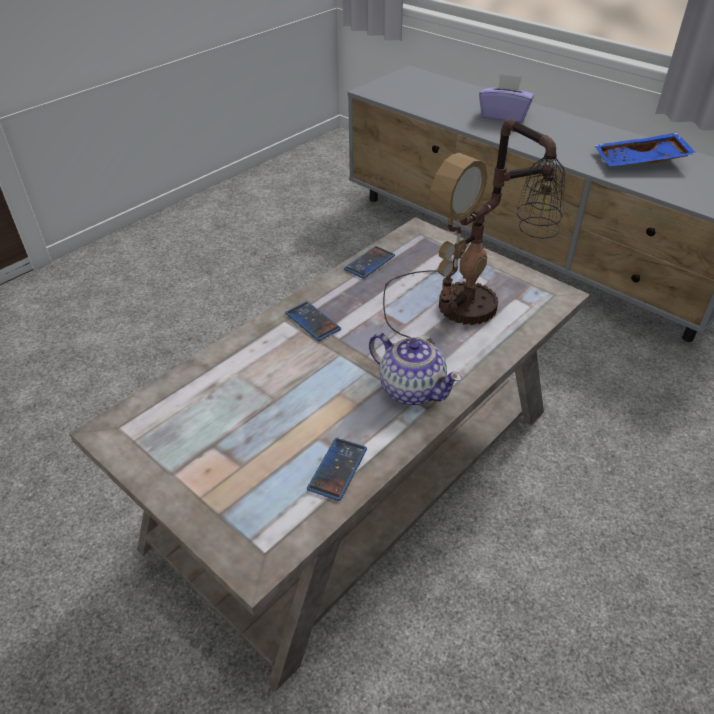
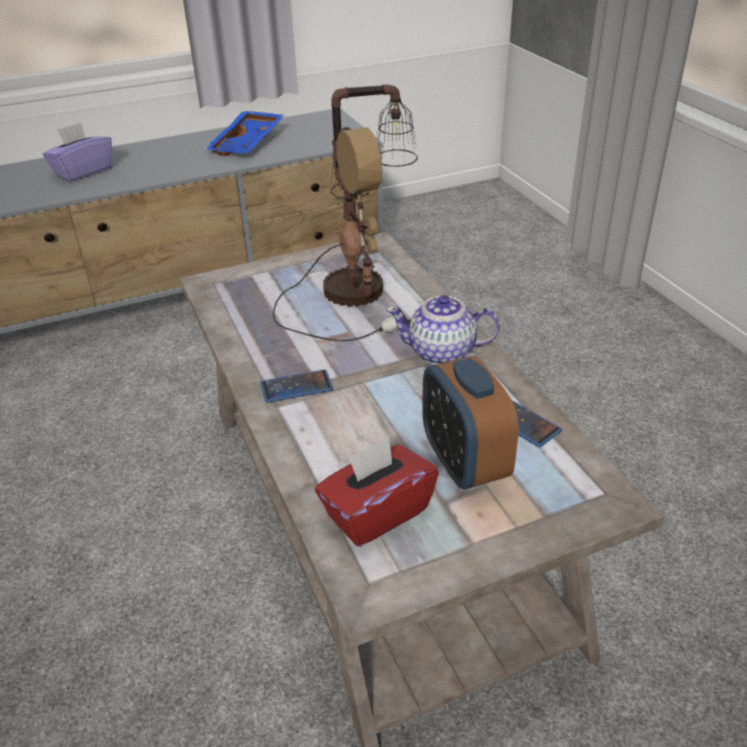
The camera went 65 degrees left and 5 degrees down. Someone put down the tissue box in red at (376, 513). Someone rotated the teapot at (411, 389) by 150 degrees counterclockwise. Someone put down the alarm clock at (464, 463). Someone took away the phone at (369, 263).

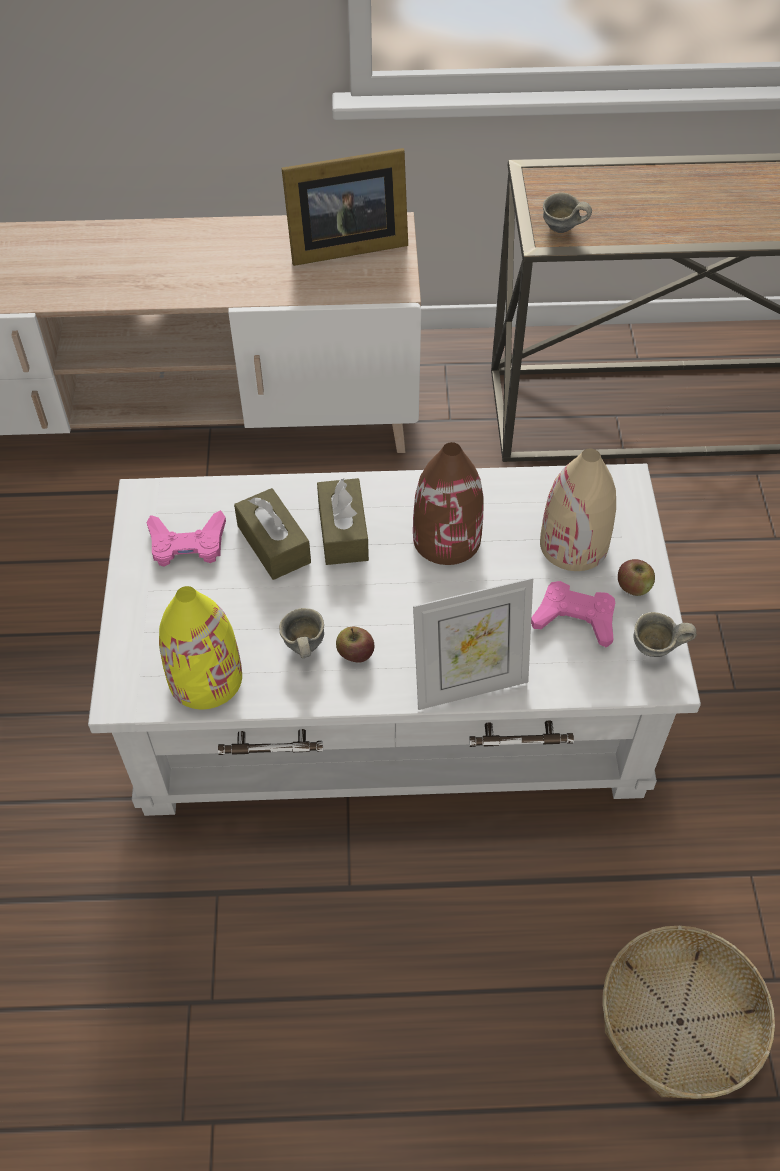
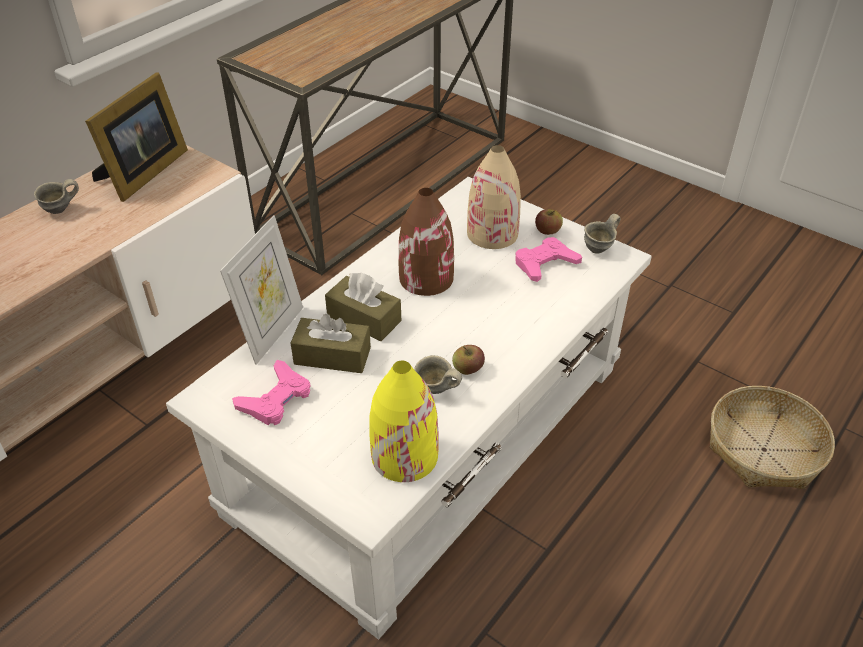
The camera went 50 degrees left and 10 degrees down. Someone carried the mug in grey from (561, 231) to (61, 211). Someone carried the picture frame from (469, 686) to (272, 332).

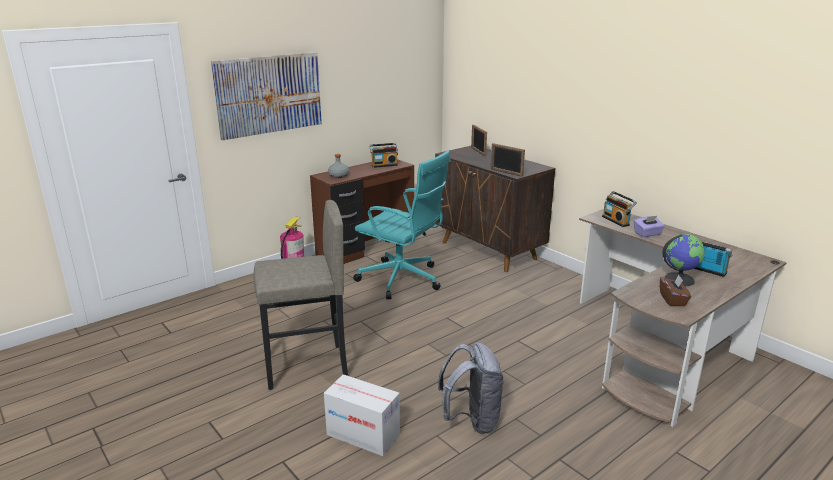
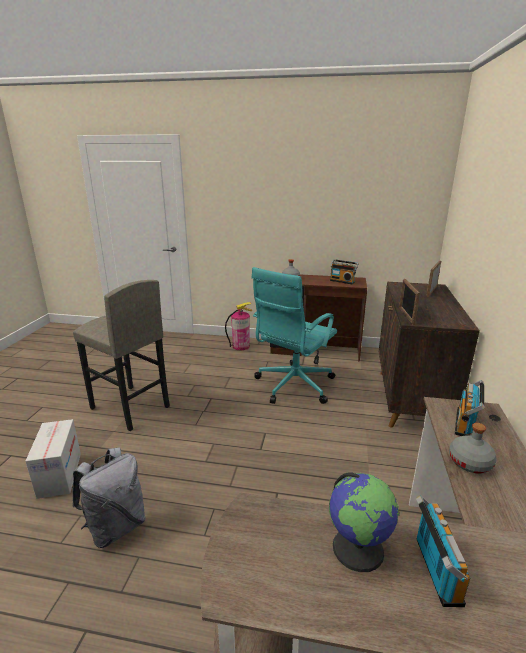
The camera went 50 degrees right and 0 degrees up. Someone rotated the office chair in turquoise at (402, 280) by 45 degrees clockwise. Someone swapped the tissue box in purple at (647, 234) for the bottle in grey at (470, 462). Someone took away the picture at (269, 94). Someone took away the tissue box in brown at (673, 300).

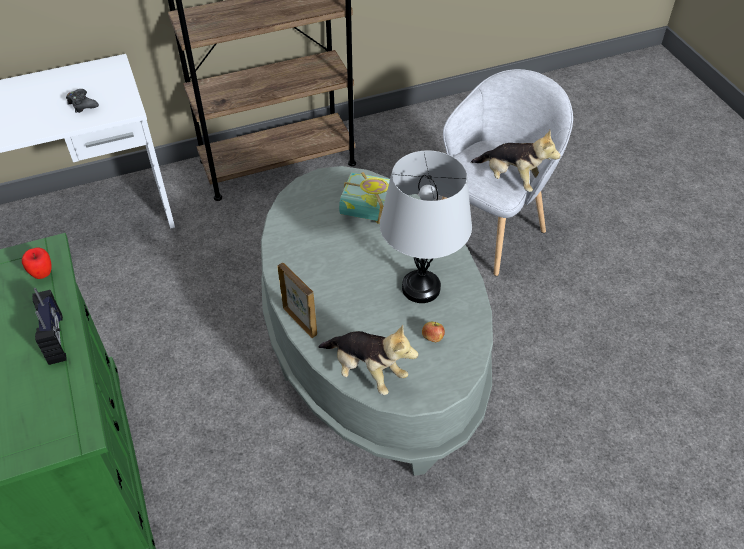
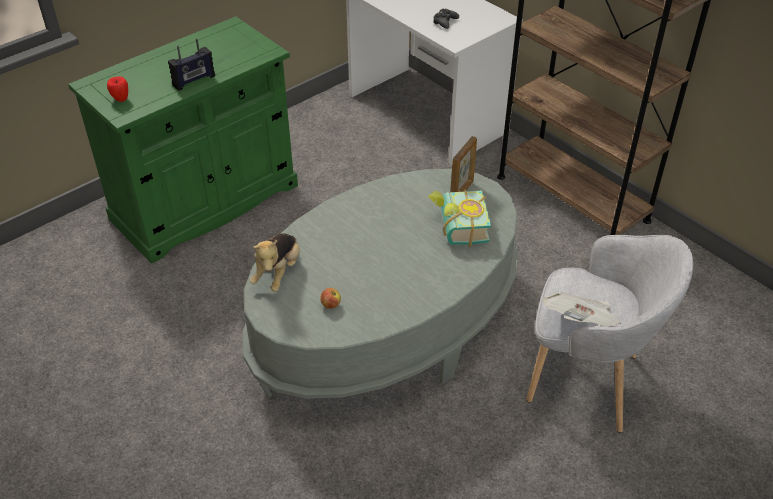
The camera went 70 degrees right and 5 degrees down. Someone carried the apple from (43, 275) to (121, 99). Someone carried the picture frame from (300, 321) to (462, 191). Someone swapped the plush toy at (511, 179) for the newspaper at (580, 323). Someone took away the table lamp in grey at (421, 288).

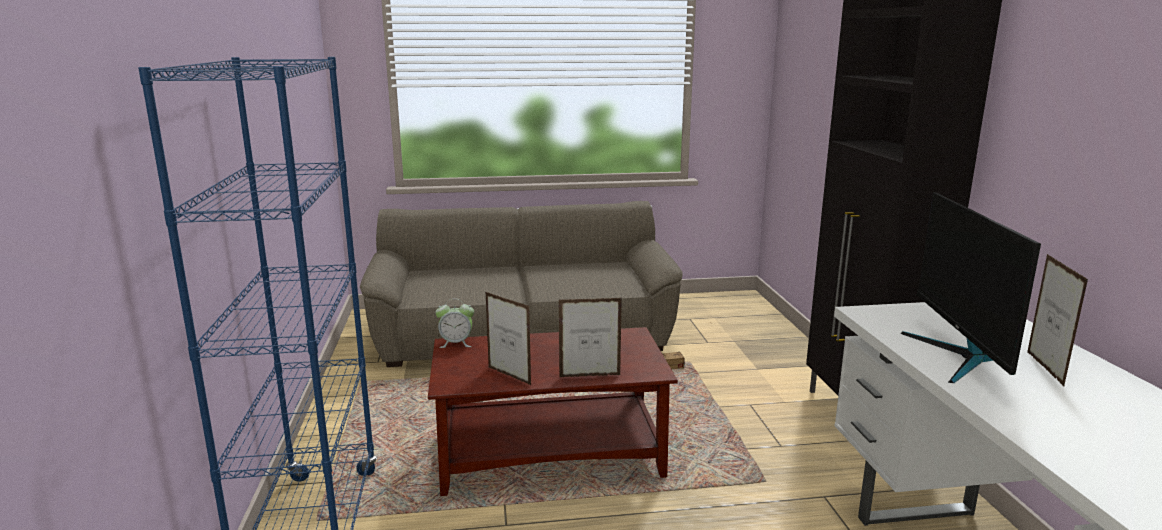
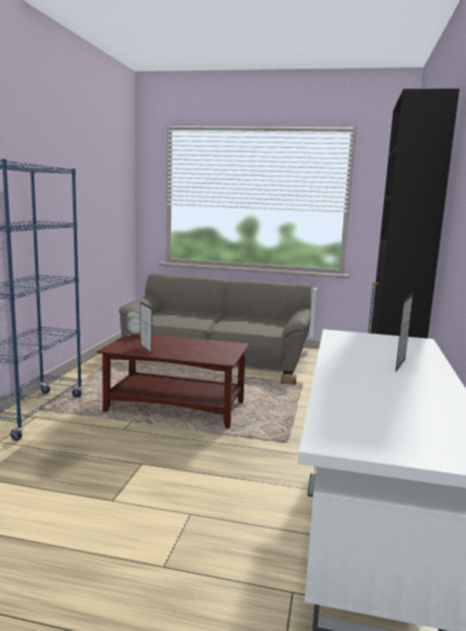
The camera went 20 degrees right and 5 degrees down. Someone took away the picture frame at (590, 376). Someone took away the monitor at (960, 357).

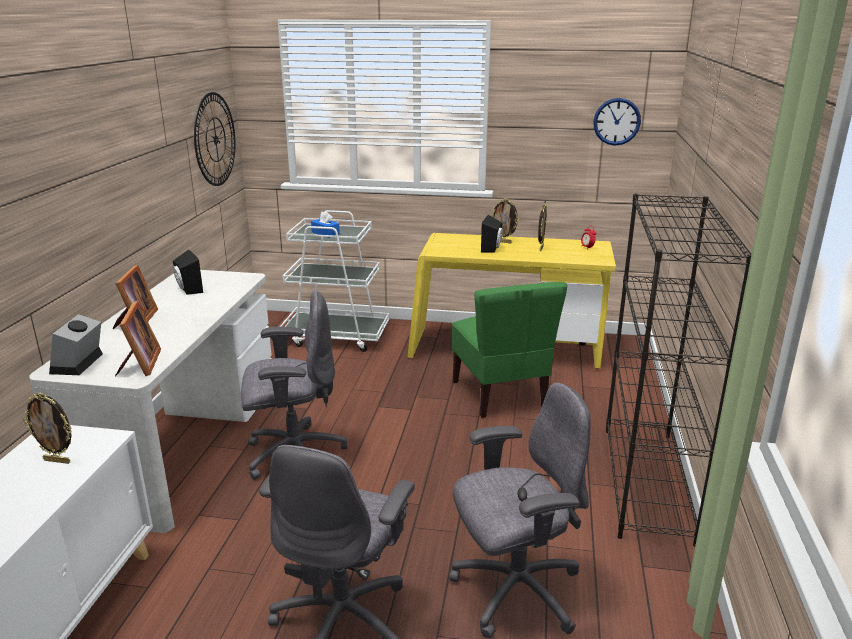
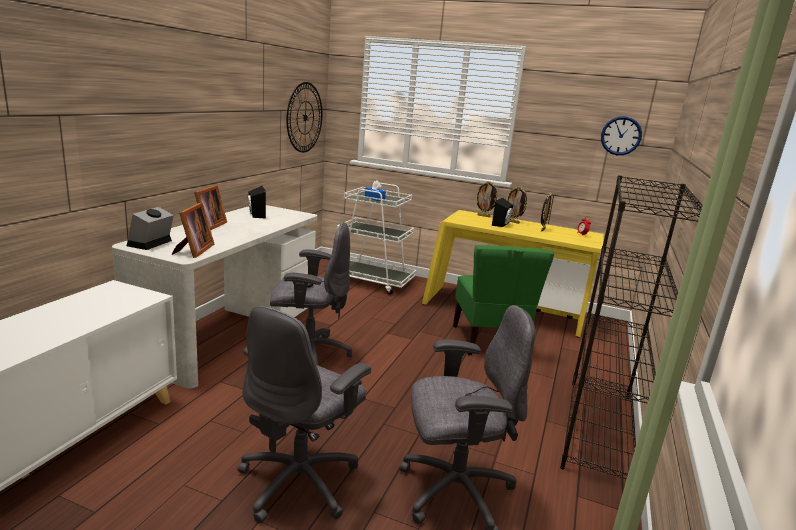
The camera went 10 degrees right and 5 degrees down. Someone carried the picture frame from (58, 460) to (484, 216).

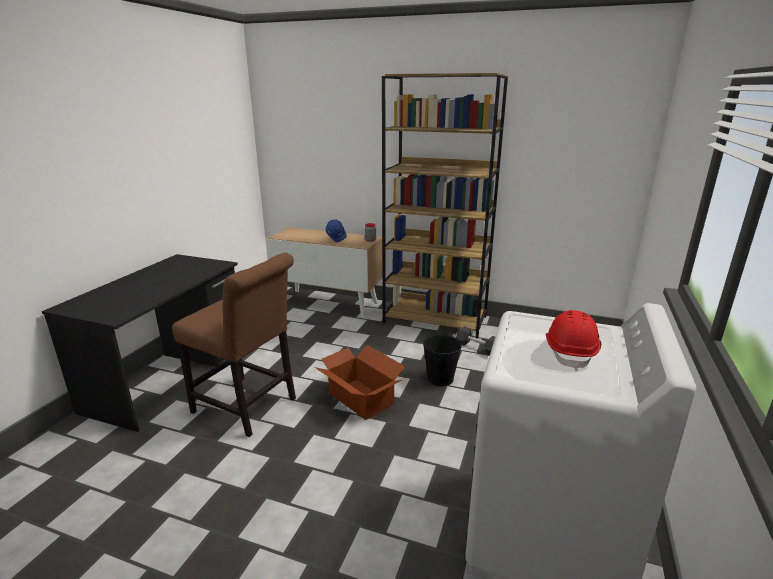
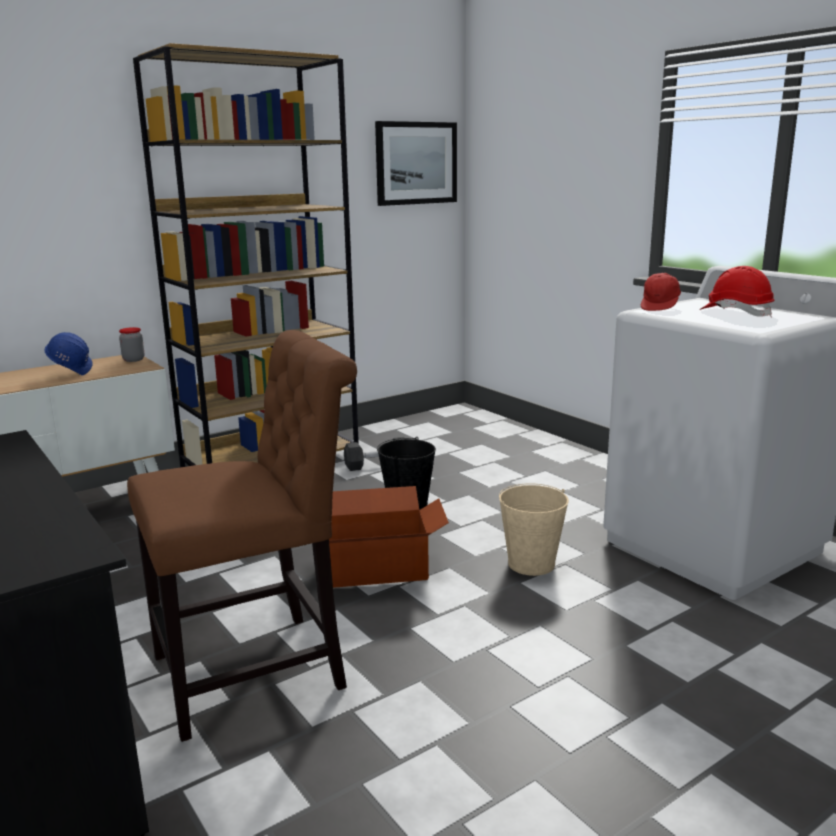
The camera went 55 degrees left and 5 degrees down. Someone put up the picture at (416, 163). Someone put down the bucket in beige at (531, 564). Someone put down the cap in red at (660, 307).

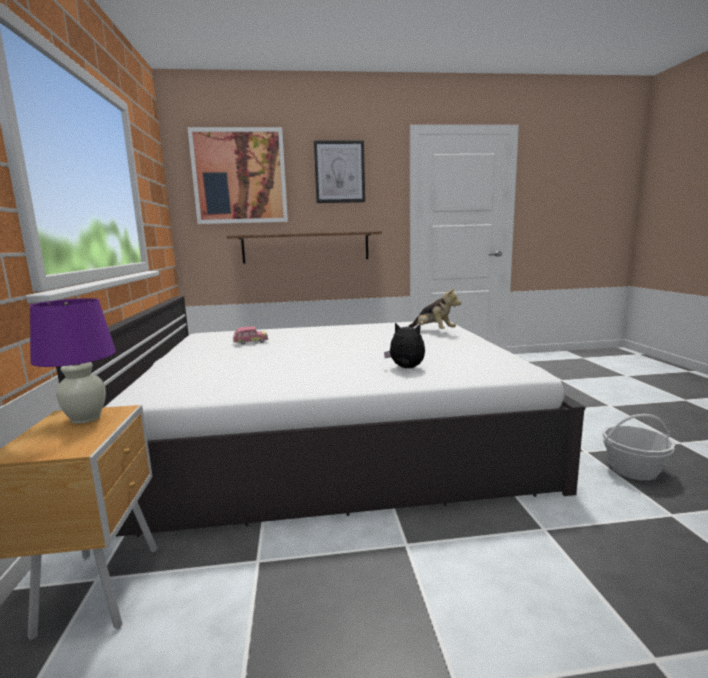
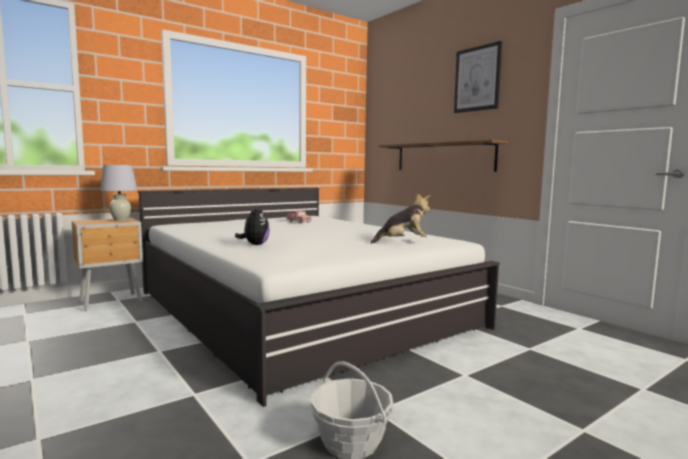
The camera went 60 degrees right and 5 degrees down. Someone repainted the table lamp in purple at (85, 418), which became the table lamp in white at (120, 220). Someone rotated the plush toy at (433, 331) by 120 degrees counterclockwise. Someone took away the picture at (239, 176).

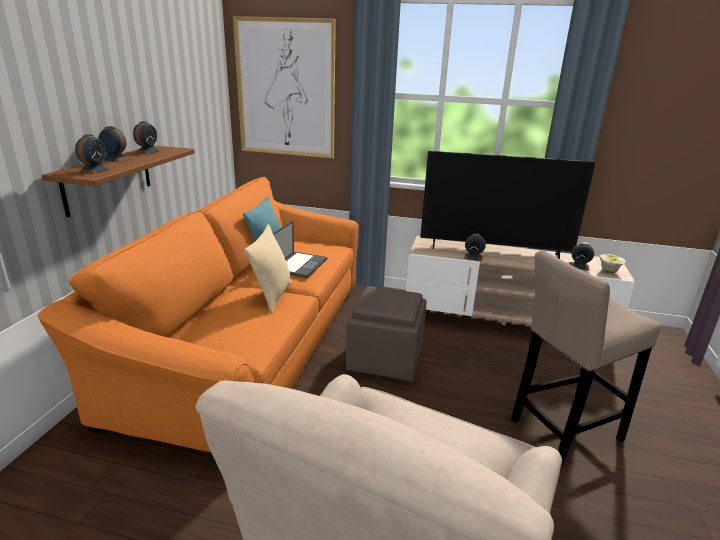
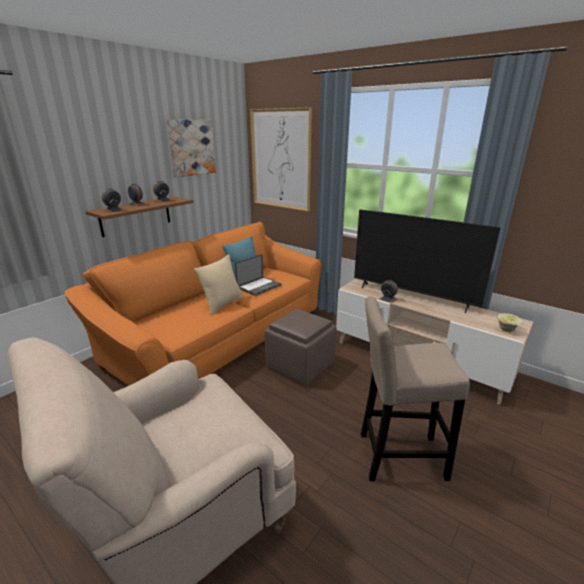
The camera went 25 degrees right and 0 degrees up. Someone put up the picture at (191, 147). Someone took away the alarm clock at (579, 266).

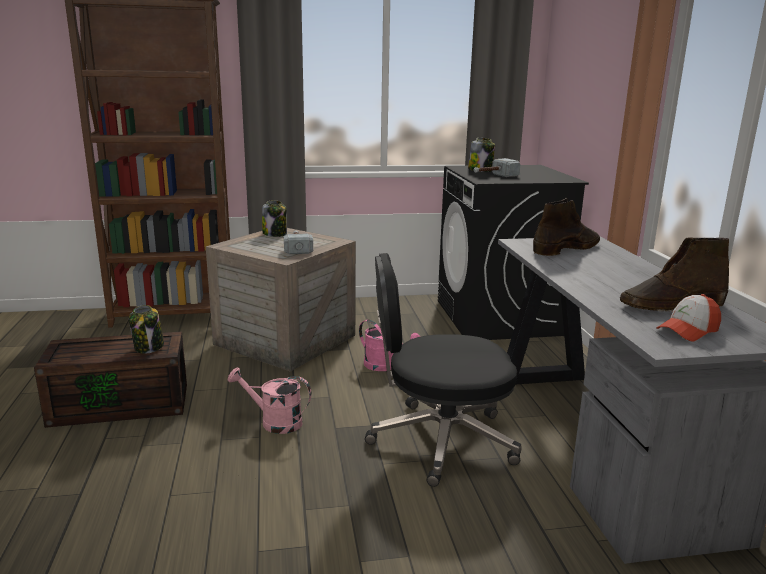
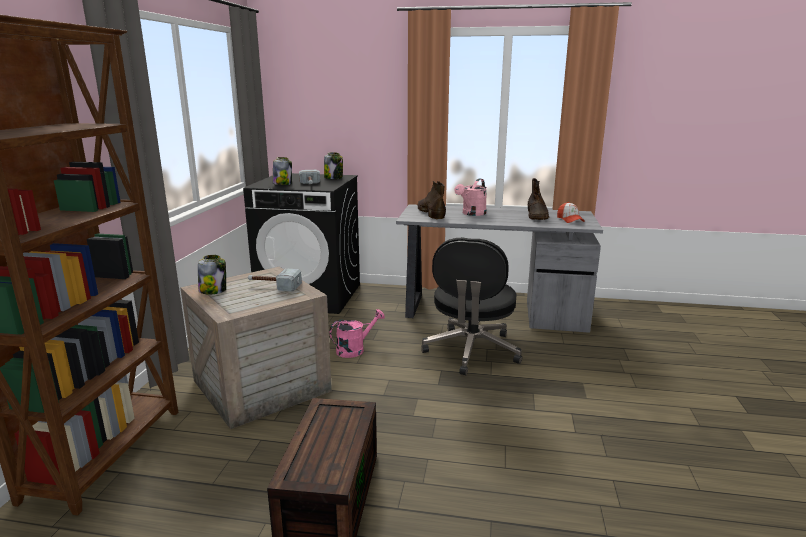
The camera went 70 degrees left and 0 degrees up. Someone carried the jar from (149, 347) to (334, 178). Someone carried the watering can in pink from (274, 422) to (472, 214).

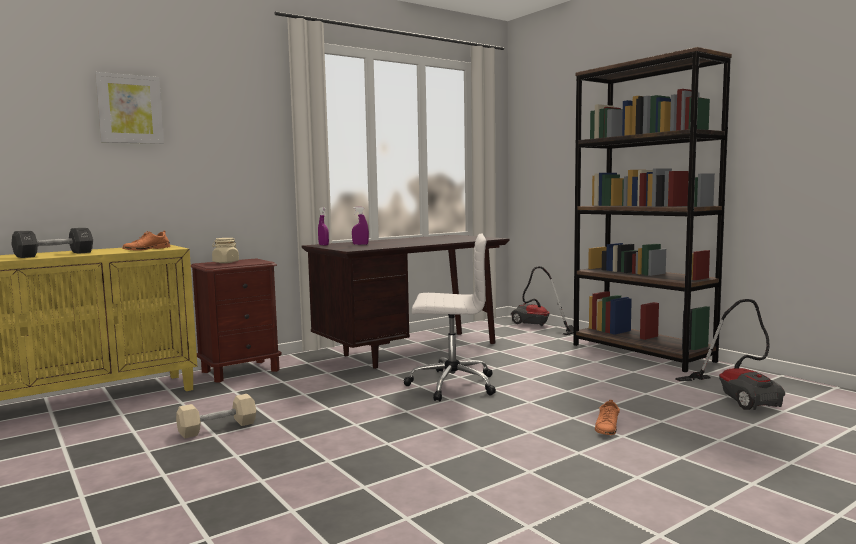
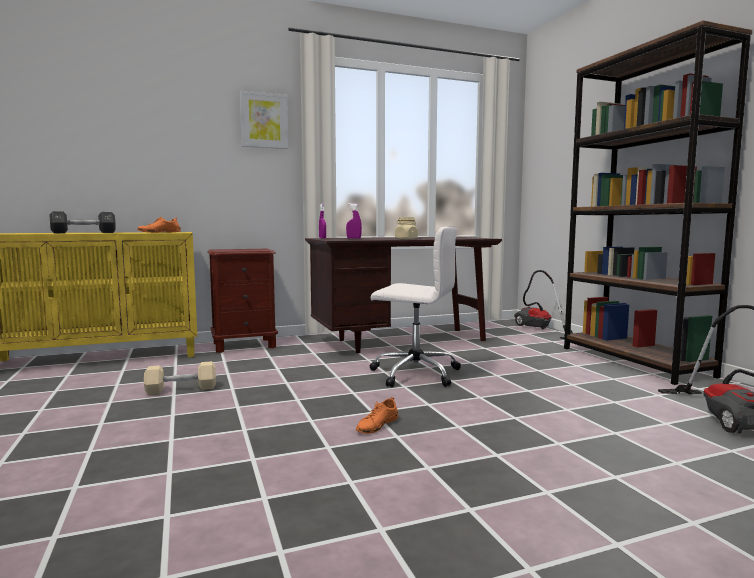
The camera went 15 degrees right and 0 degrees up. Someone carried the picture from (130, 109) to (264, 120). Someone carried the shoe in orange from (607, 427) to (377, 425). Someone carried the jar in beige from (225, 262) to (406, 239).

